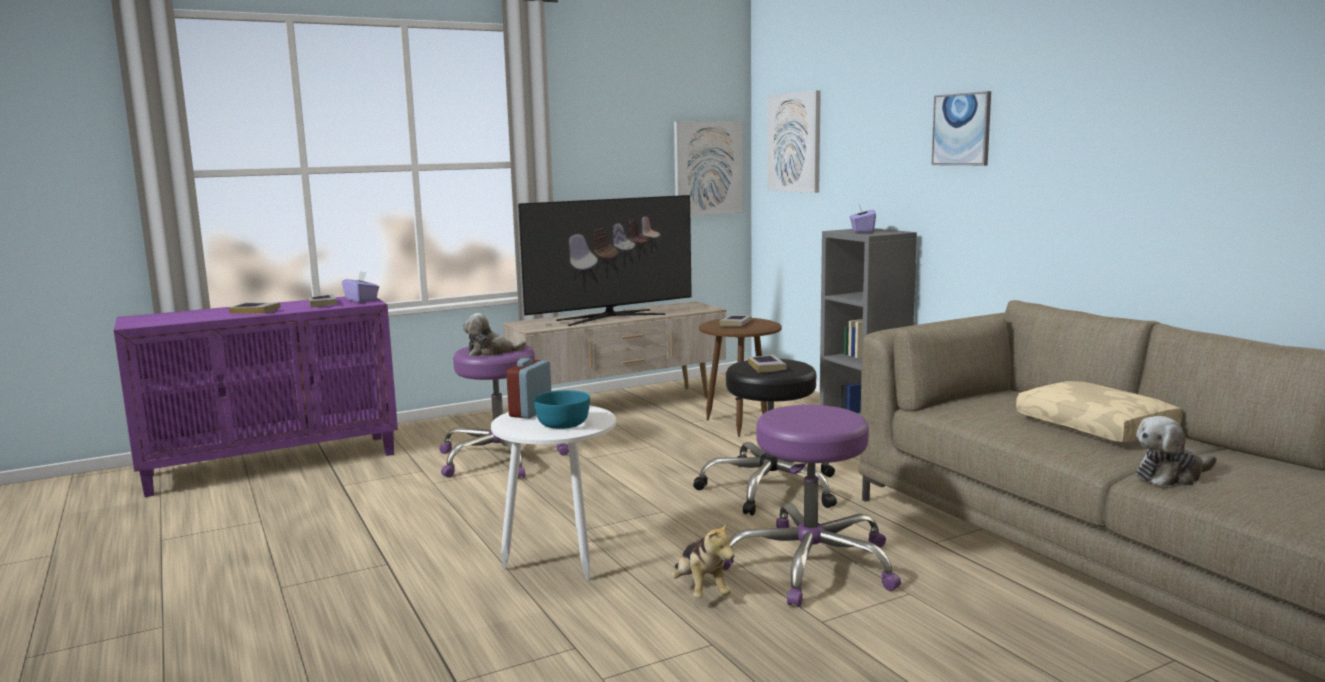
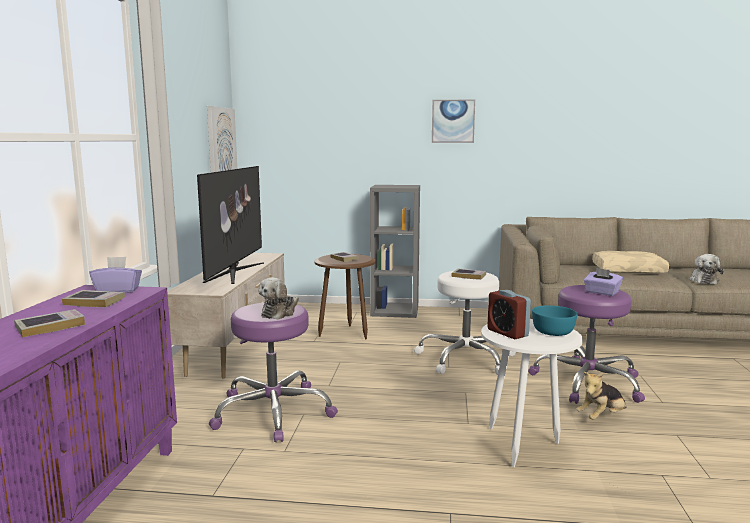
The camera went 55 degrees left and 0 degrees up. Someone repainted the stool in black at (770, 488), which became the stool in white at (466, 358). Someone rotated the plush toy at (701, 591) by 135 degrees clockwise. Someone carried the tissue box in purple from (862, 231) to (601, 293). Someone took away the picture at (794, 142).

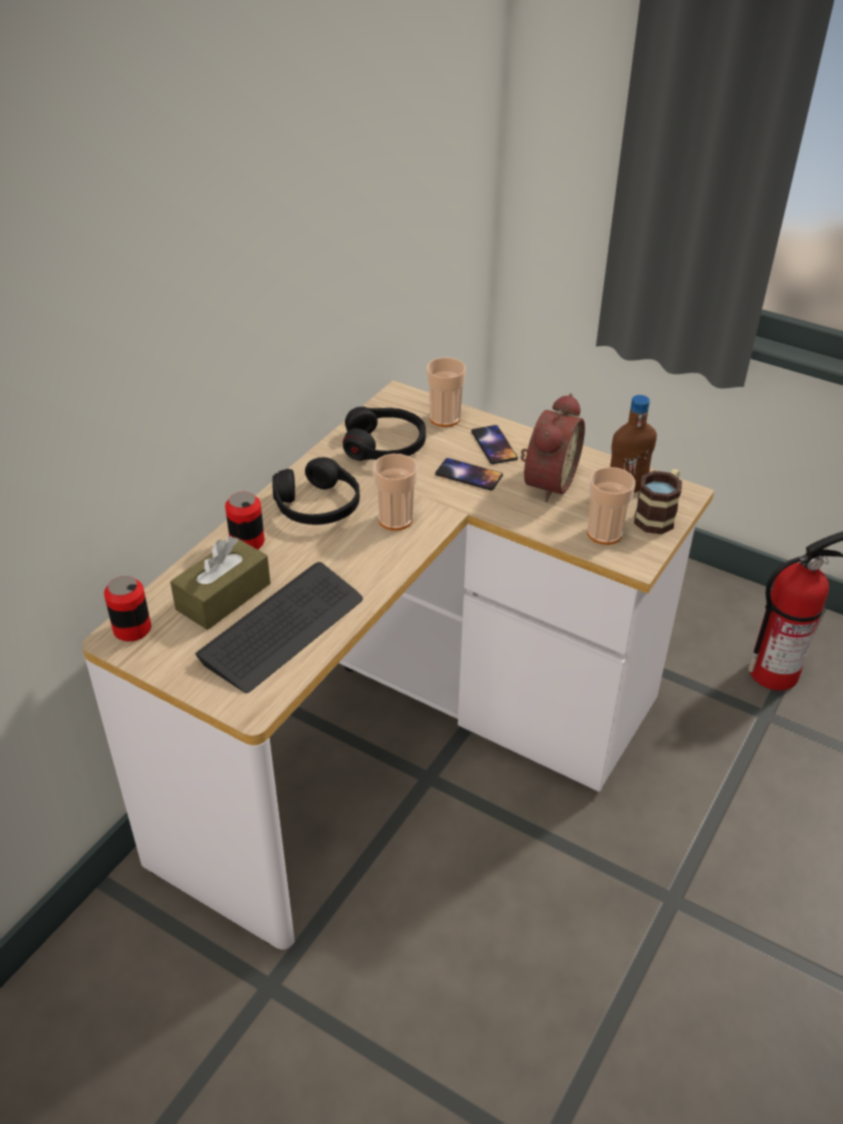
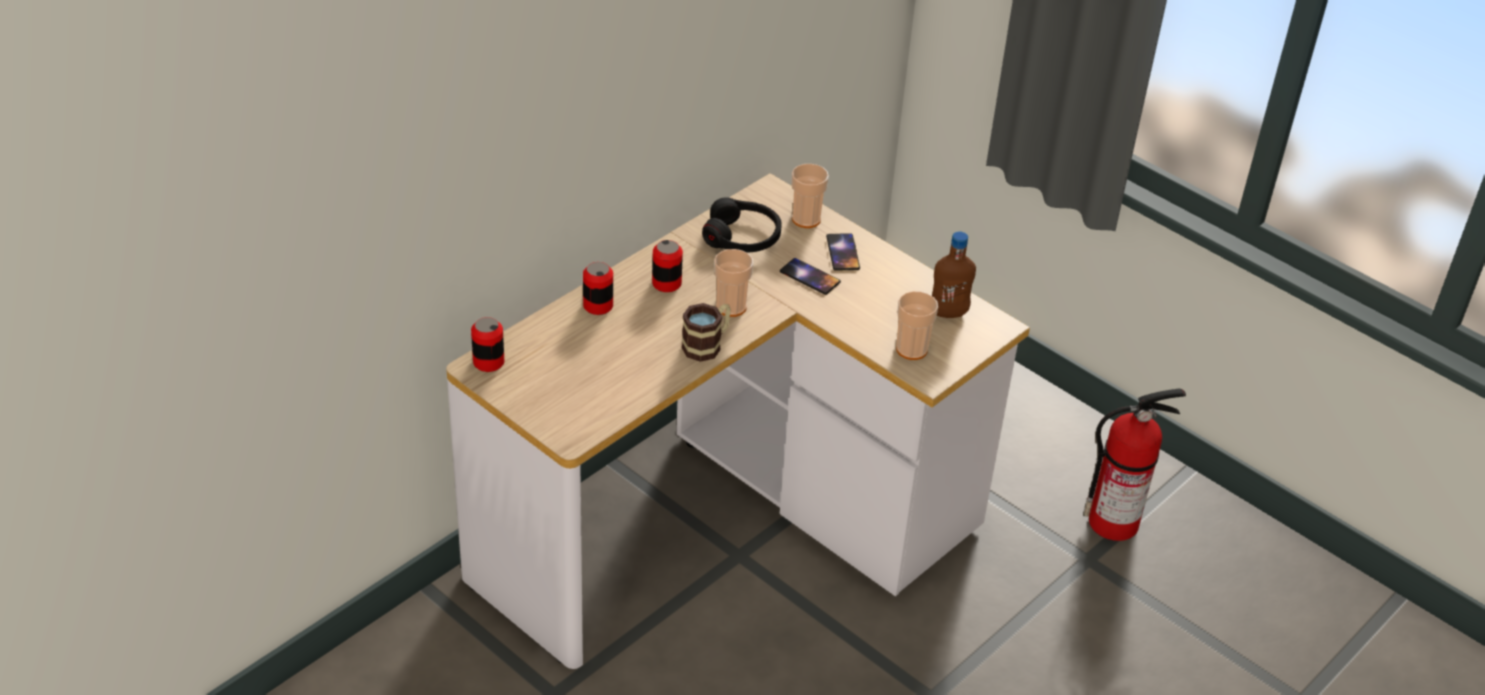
The camera went 10 degrees right and 0 degrees up. Someone swapped the headphones in black at (317, 506) for the can at (666, 283). Someone carried the mug from (658, 516) to (707, 344). Someone took away the tissue box in brown at (223, 596). Someone took away the keyboard at (283, 629). Someone took away the alarm clock at (546, 482).

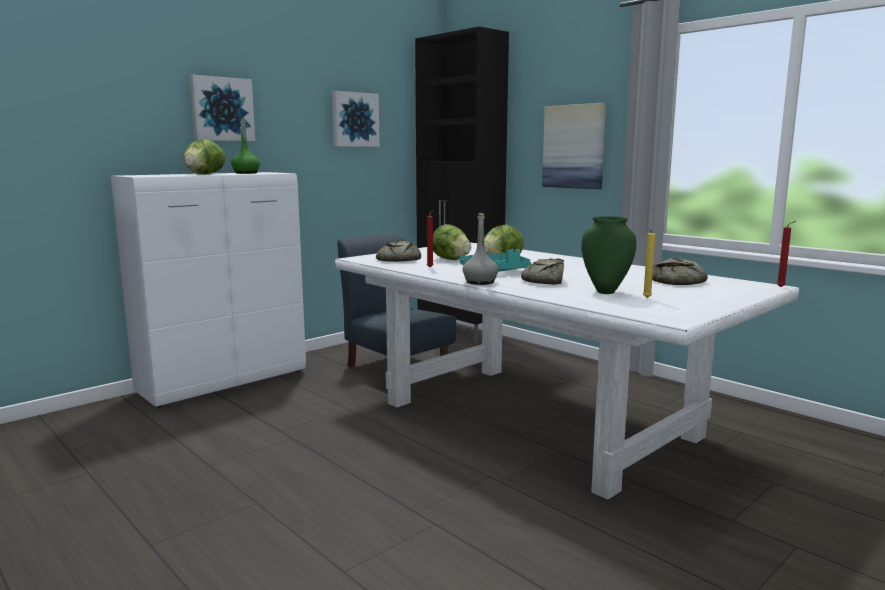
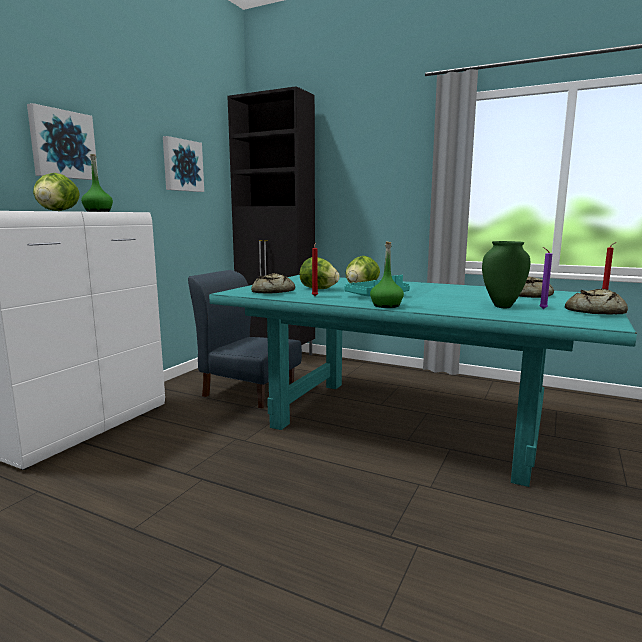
The camera went 20 degrees left and 0 degrees up. Someone repainted the dining table in white at (537, 420), which became the dining table in turquoise at (408, 423). Someone repainted the bottle in grey at (480, 282), which became the bottle in green at (386, 305). Someone repainted the candle in yellow at (646, 297), which became the candle in purple at (541, 309). Someone carried the bread from (544, 281) to (593, 311). Someone took away the picture at (574, 146).

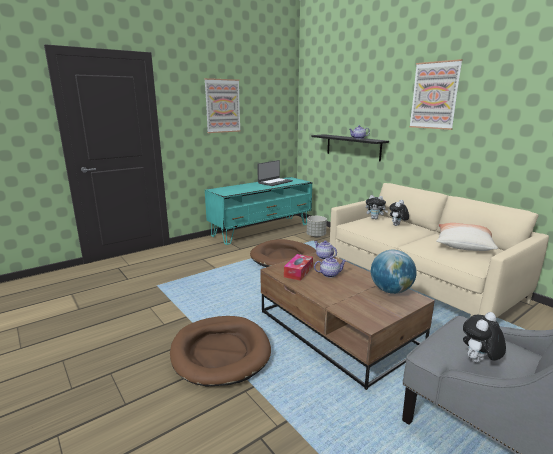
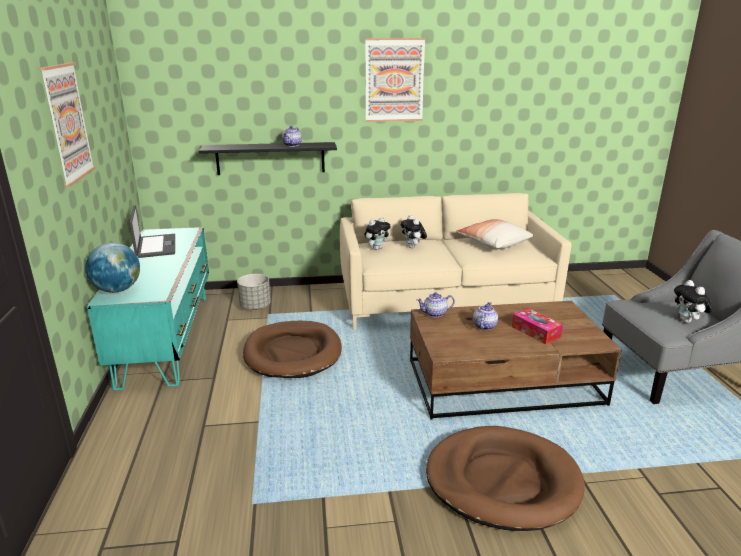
The camera went 60 degrees left and 5 degrees up. Someone carried the globe from (391, 291) to (117, 290). Someone carried the tissue box from (298, 272) to (535, 332).

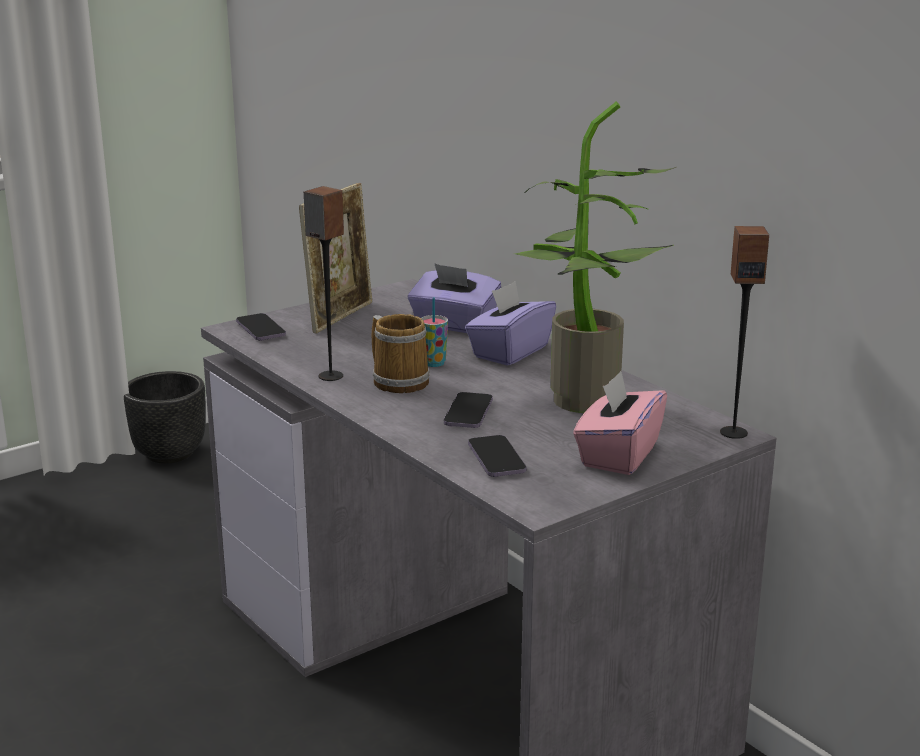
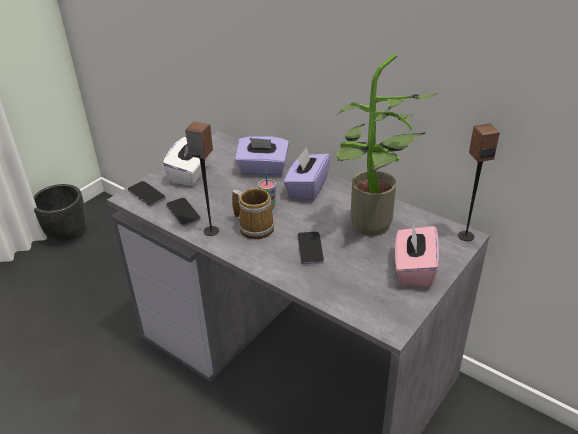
The camera went 15 degrees left and 15 degrees up. Someone swapped the picture frame at (340, 316) for the tissue box in white at (190, 174). Someone carried the phone from (496, 459) to (183, 213).

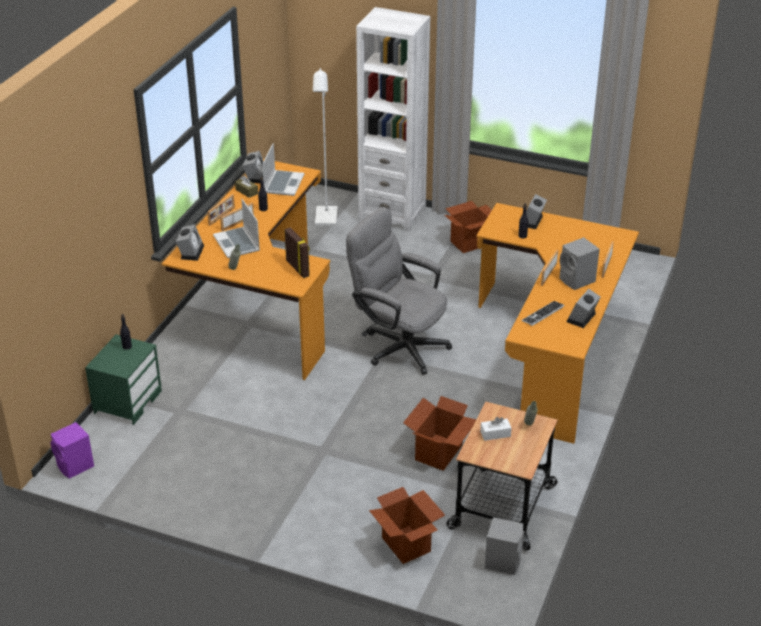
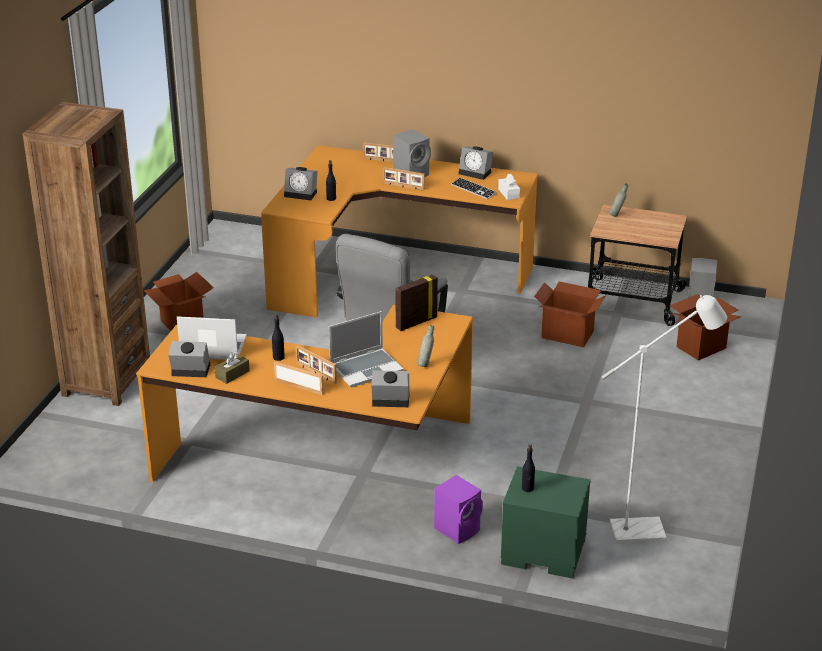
The camera went 95 degrees left and 5 degrees down. Someone repainted the bookcase in white at (392, 214), which became the bookcase in brown at (106, 381). Someone carried the speaker in purple from (75, 466) to (458, 529). Someone carried the tissue box in white from (495, 434) to (508, 193). Someone carried the floor lamp in white from (326, 220) to (648, 530).

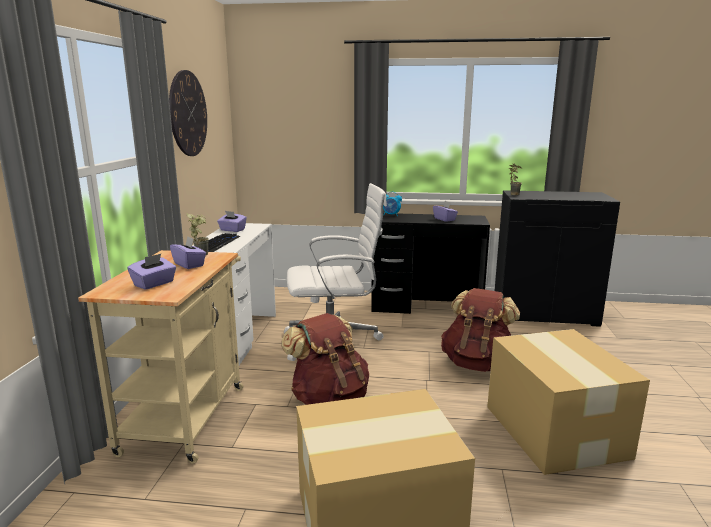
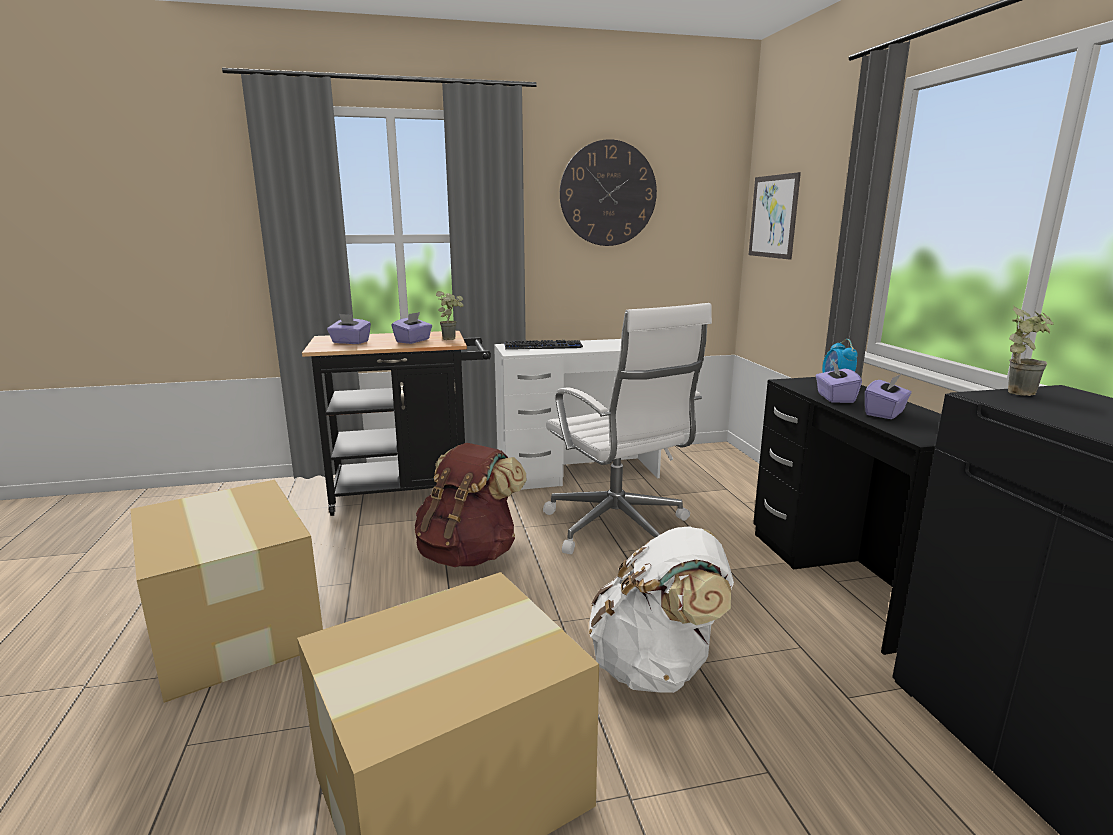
The camera went 70 degrees right and 0 degrees up. Someone repainted the cart in beige at (187, 413), which became the cart in black at (410, 492). Someone repainted the backpack in brown at (477, 363), which became the backpack in white at (657, 667). Someone put up the picture at (773, 216). Someone carried the tissue box in purple from (232, 230) to (834, 398).

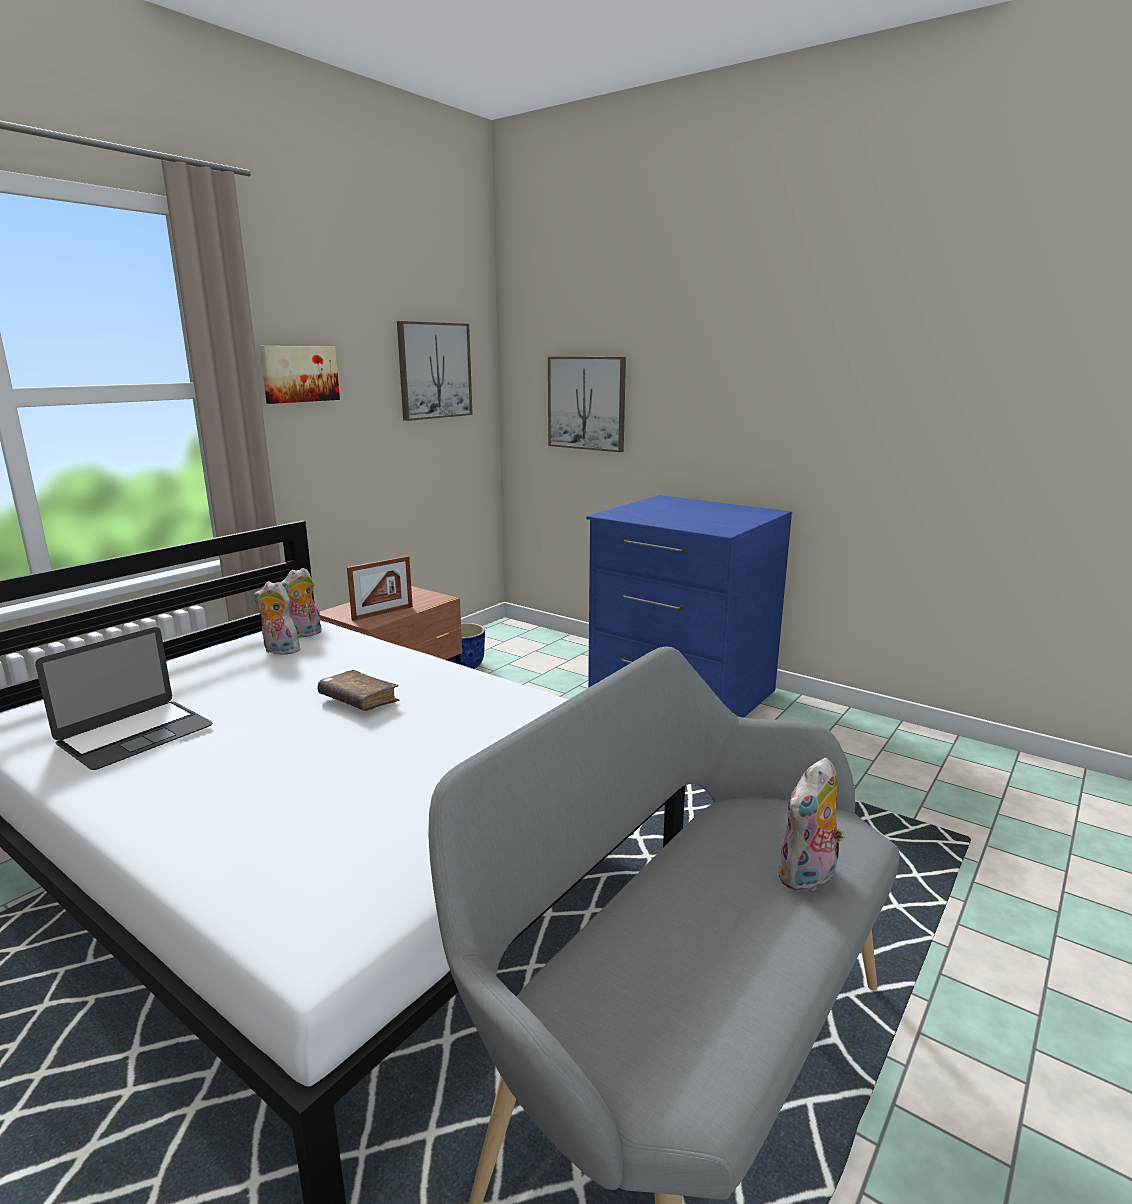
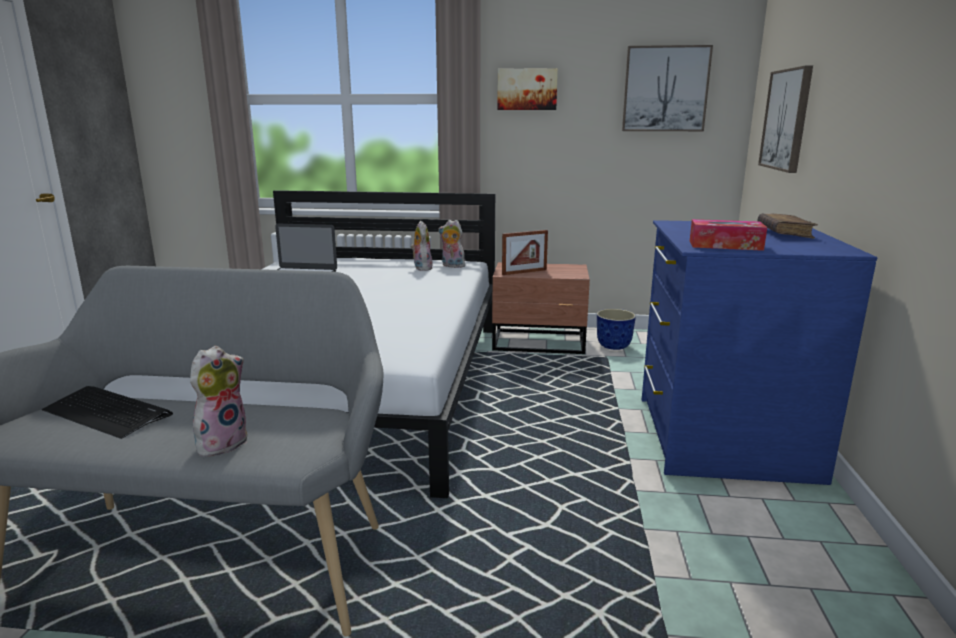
The camera went 60 degrees right and 0 degrees up. Someone put down the keyboard at (107, 413). Someone rotated the plush toy at (808, 878) by 105 degrees clockwise. Someone rotated the picture frame at (382, 613) by 45 degrees counterclockwise. Someone put down the tissue box at (725, 245). Someone carried the book in brown from (358, 700) to (784, 233).

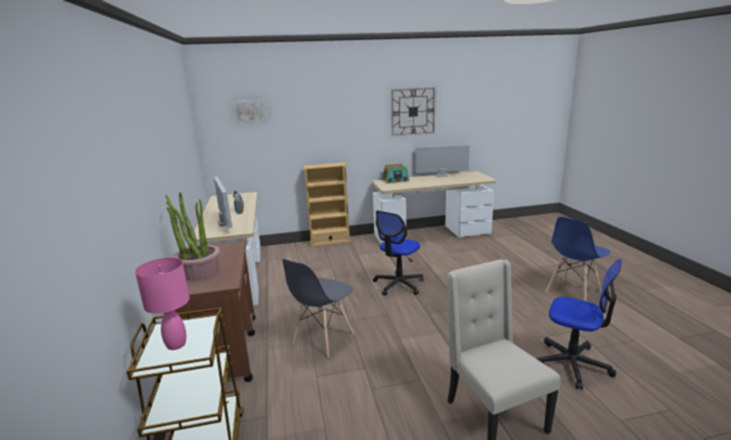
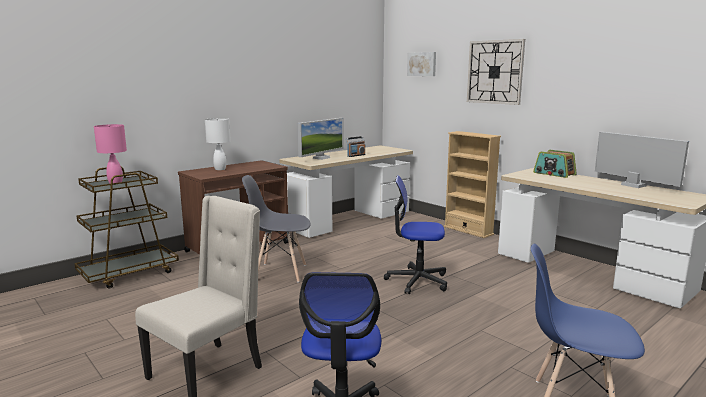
The camera went 60 degrees right and 5 degrees down. Someone swapped the potted plant at (199, 272) for the table lamp in white at (219, 169). Someone carried the wall clock from (412, 111) to (495, 72).

